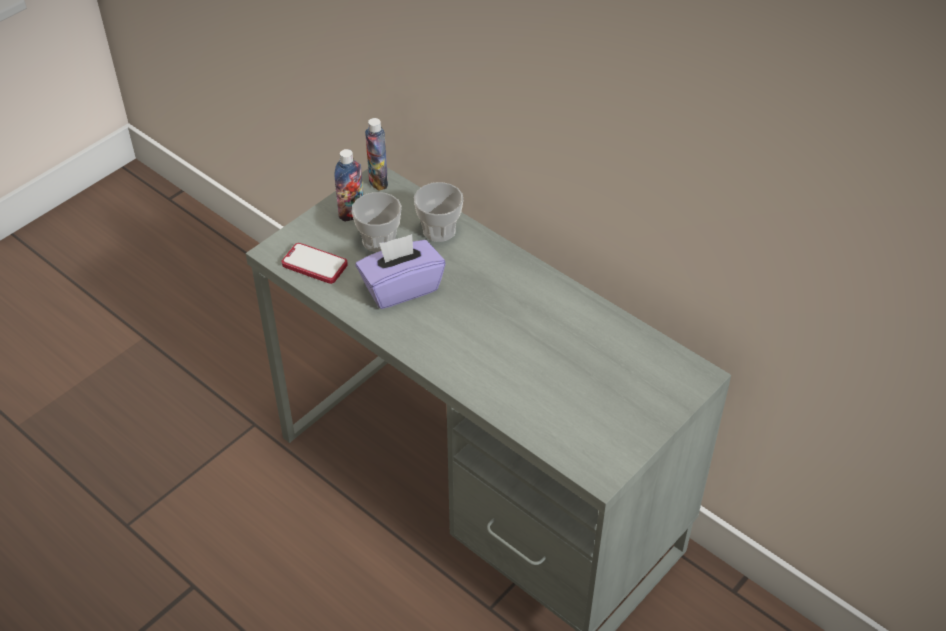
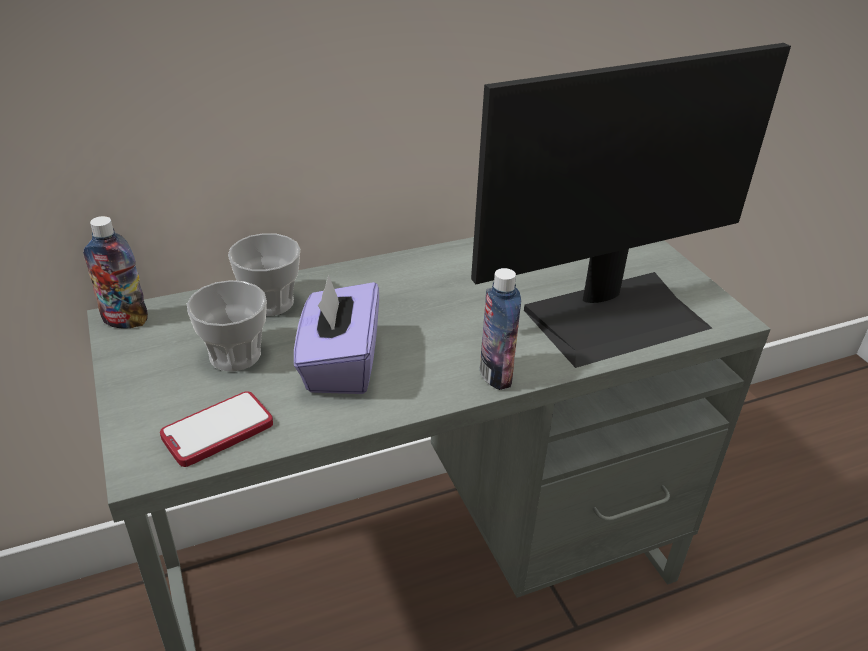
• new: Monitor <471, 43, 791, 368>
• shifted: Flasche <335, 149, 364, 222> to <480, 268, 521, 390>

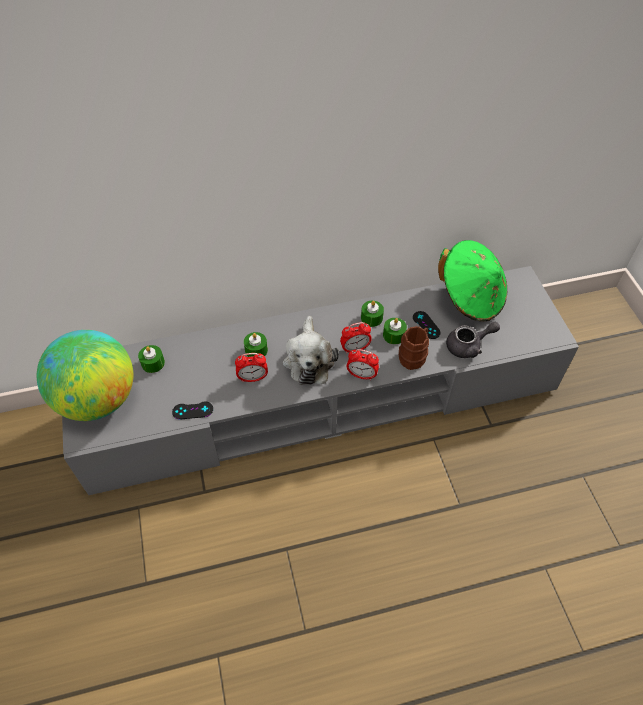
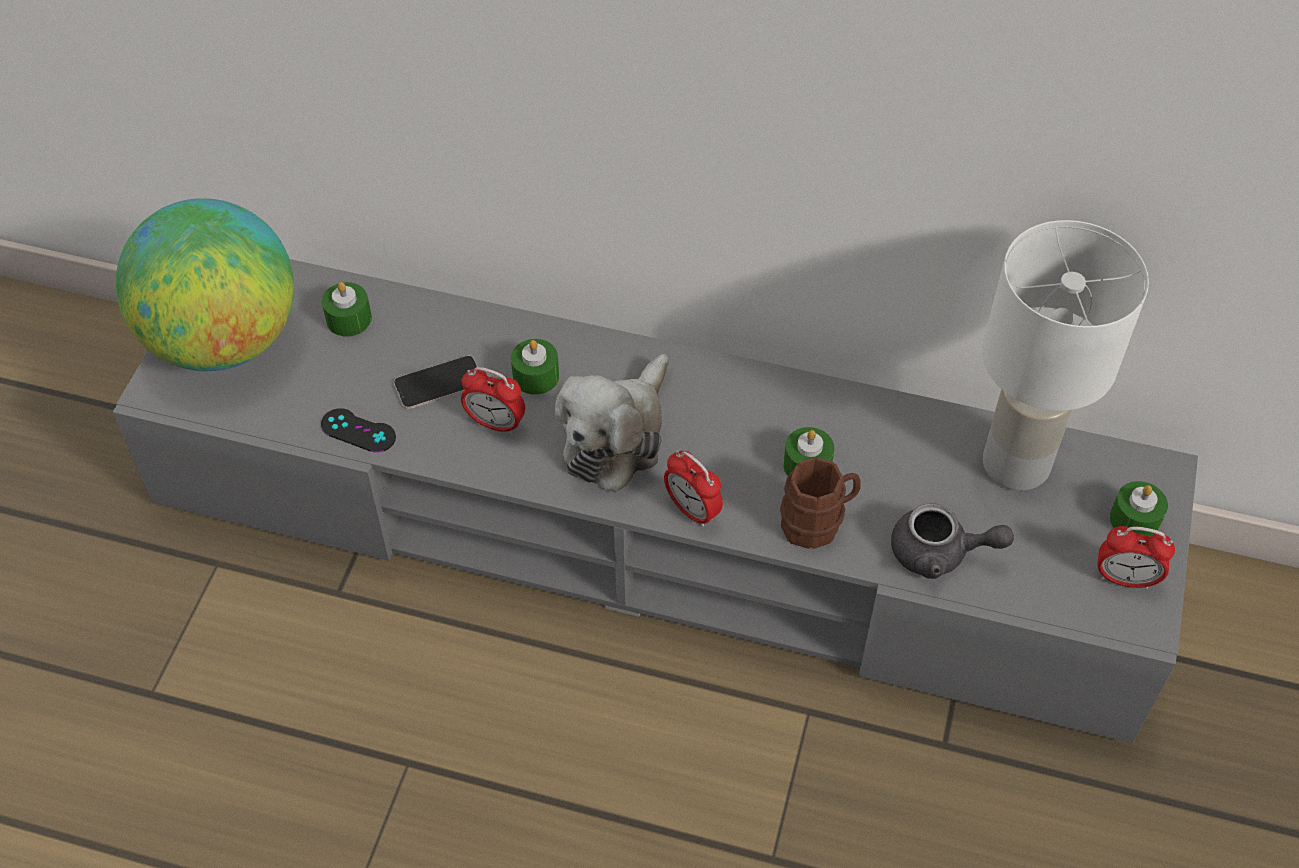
• new: Handy <394, 355, 478, 409>
• swapped: Hut/grün <438, 240, 507, 321> to Tischlampe/weiß <982, 220, 1149, 491>
• shifted: Wecker <340, 322, 372, 354> to <1097, 526, 1175, 589>
• shifted: Kerze/grün <361, 301, 384, 327> to <1110, 481, 1168, 537>
• gone: Gamepad/schwarz <413, 311, 441, 339>

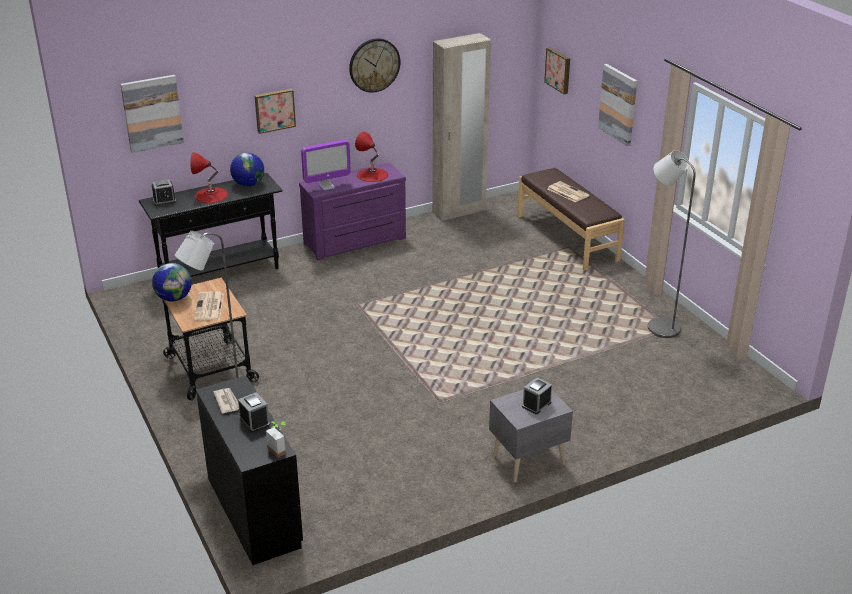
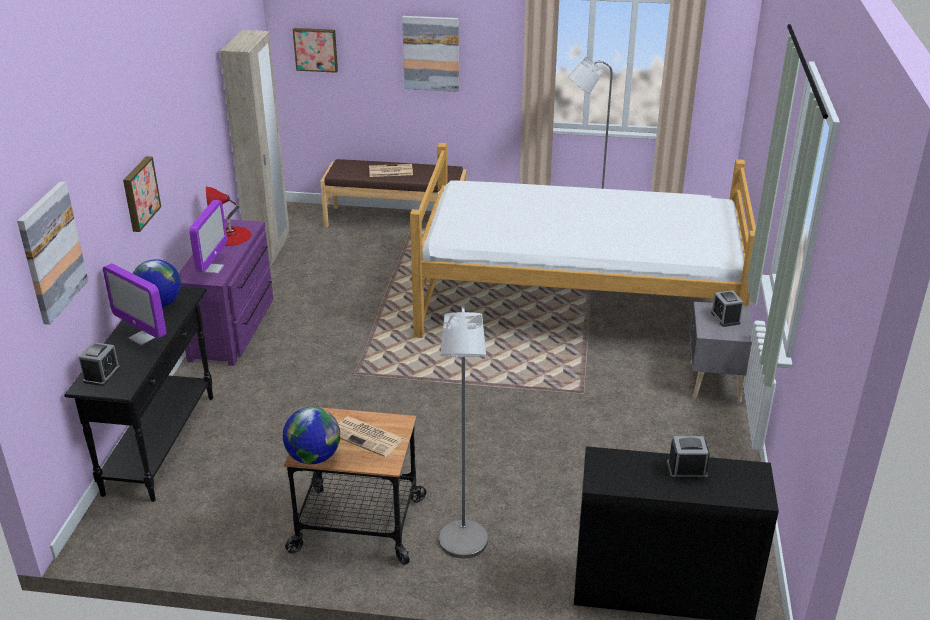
• swapped: Tischlampe/rot <190, 152, 228, 203> to Monitor <103, 263, 166, 345>
• new: Bett <410, 143, 756, 338>
• gone: Zeitung <213, 388, 239, 414>
• gone: Topfpflanze <266, 421, 286, 458>
• gone: Wanduhr <349, 38, 400, 93>

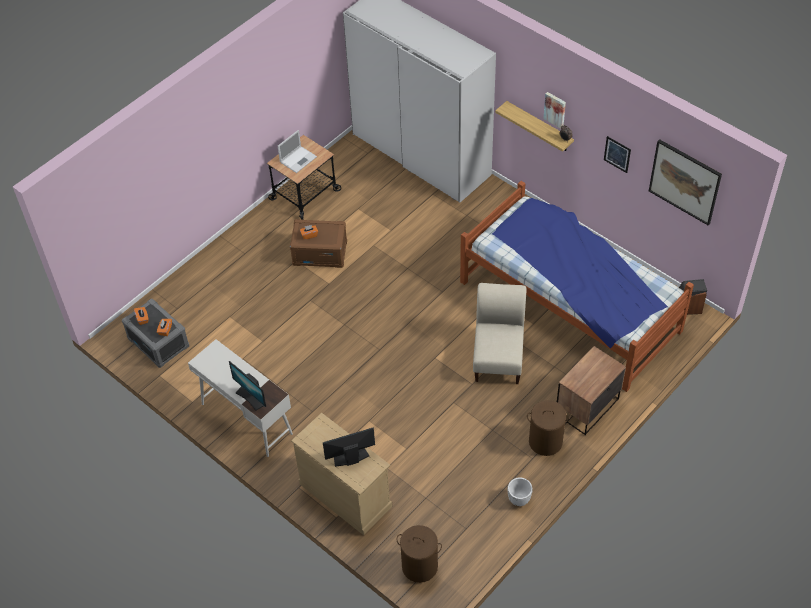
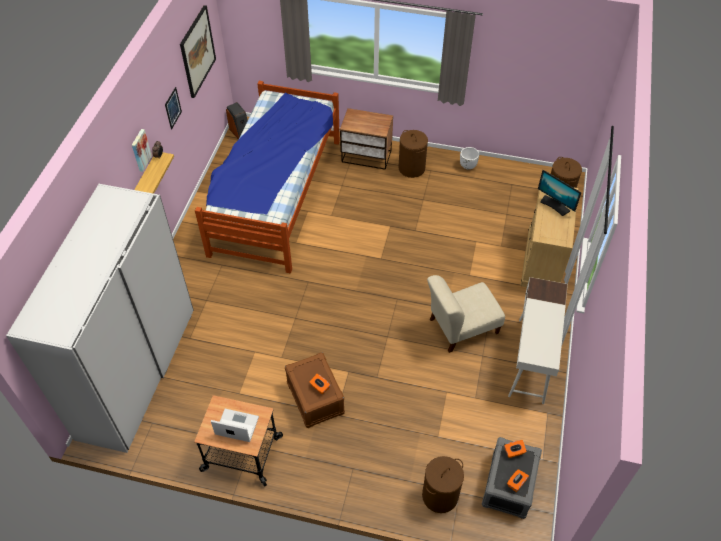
• new: Wäschekorb/braun <422, 456, 464, 513>
• shifted: Stuhl/beige <473, 283, 527, 384> to <427, 275, 505, 353>
• gone: Monitor <229, 361, 266, 411>

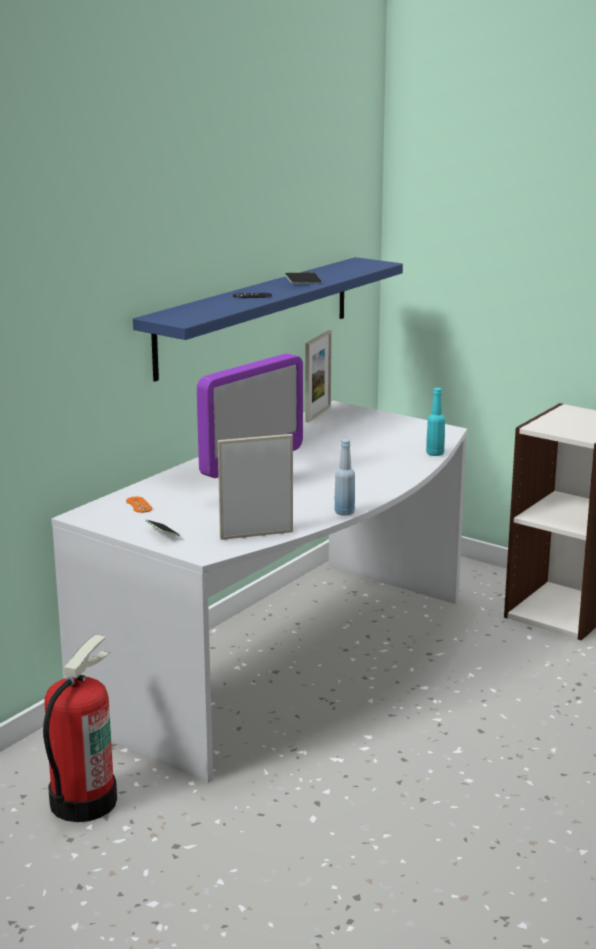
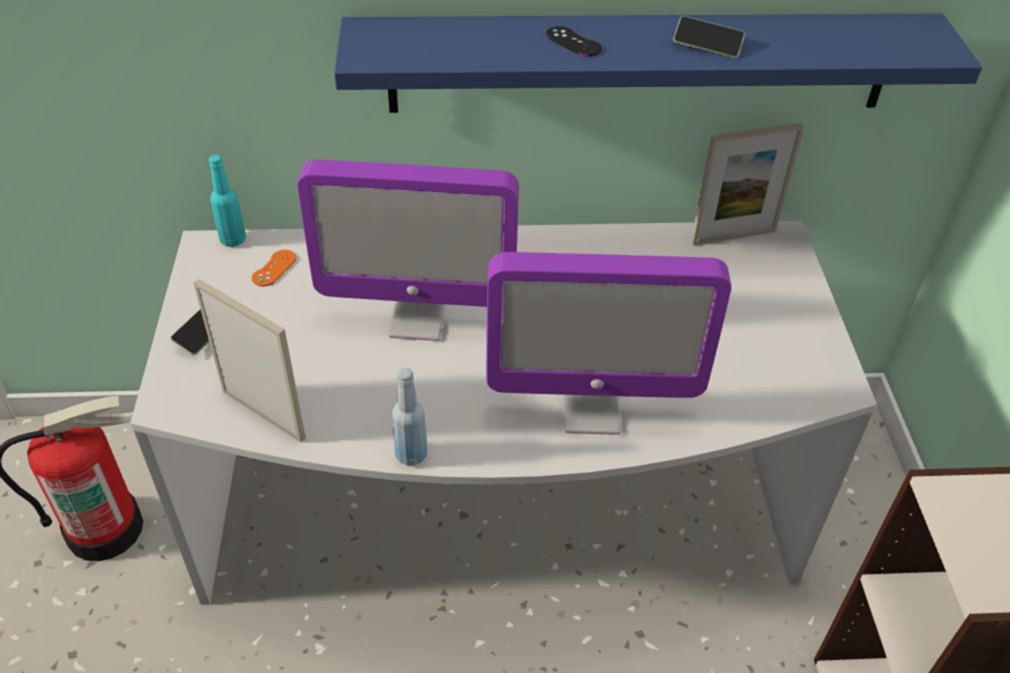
• shifted: Flasche/türkis <426, 388, 445, 456> to <209, 155, 246, 247>
• new: Monitor <486, 252, 732, 435>

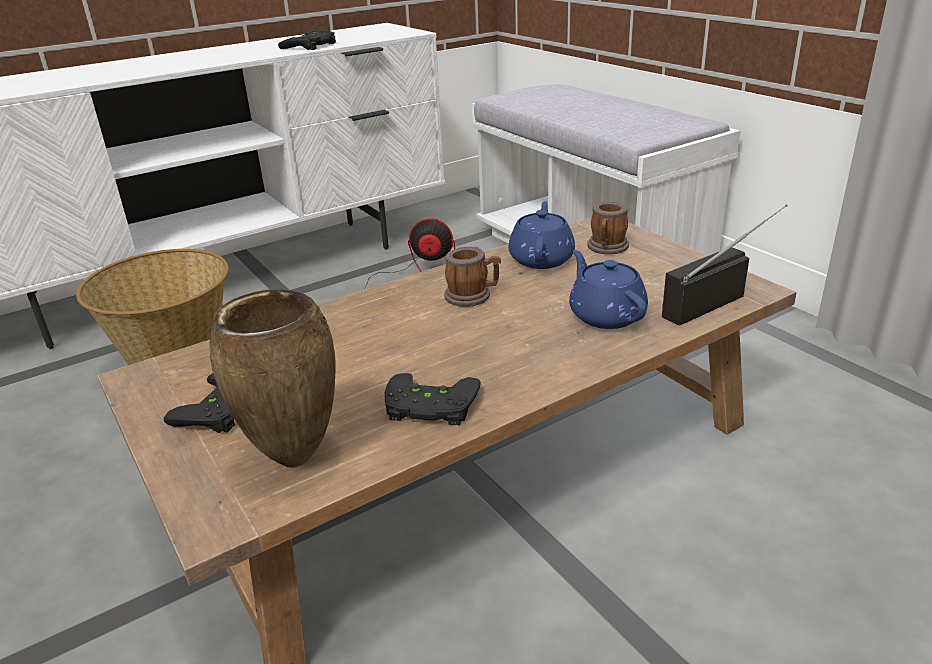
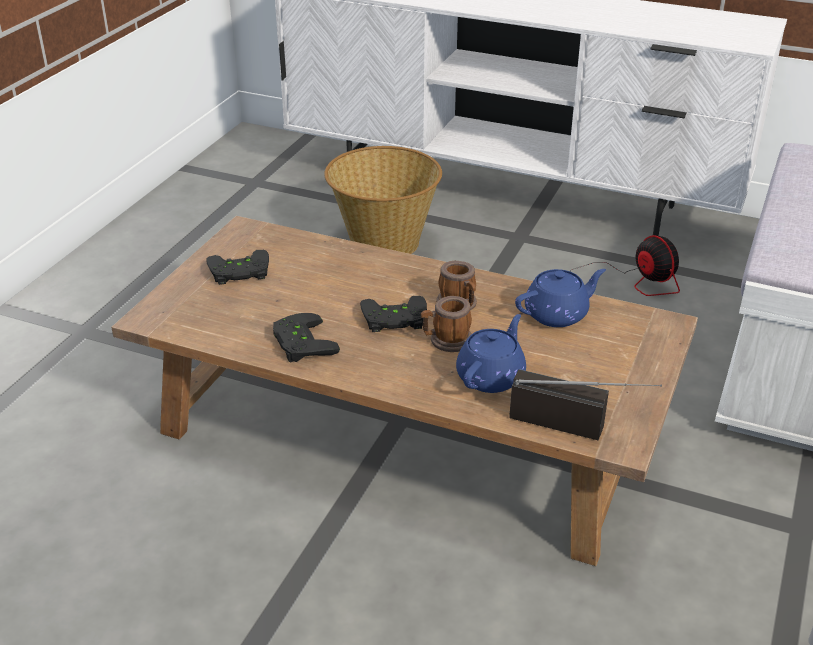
• shifted: Gamepad/schwarz <278, 30, 336, 50> to <360, 296, 427, 332>
• shifted: Henkelbecher <587, 201, 629, 254> to <421, 296, 472, 352>
• gone: Vase/braun <209, 290, 336, 468>

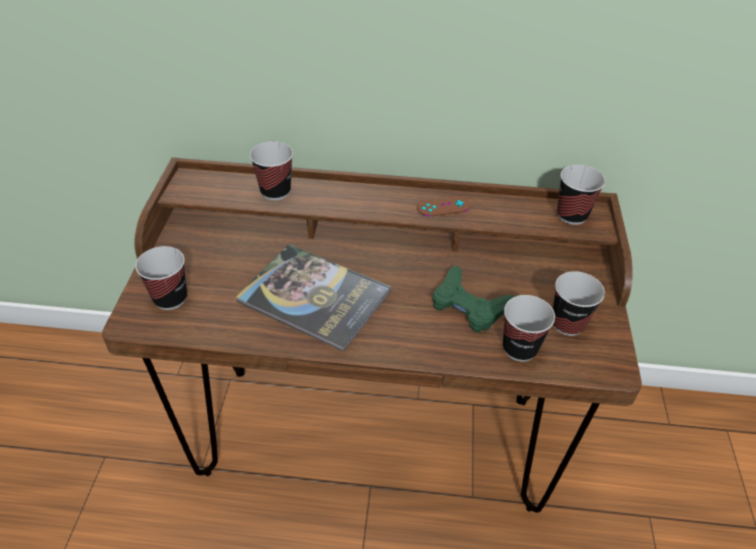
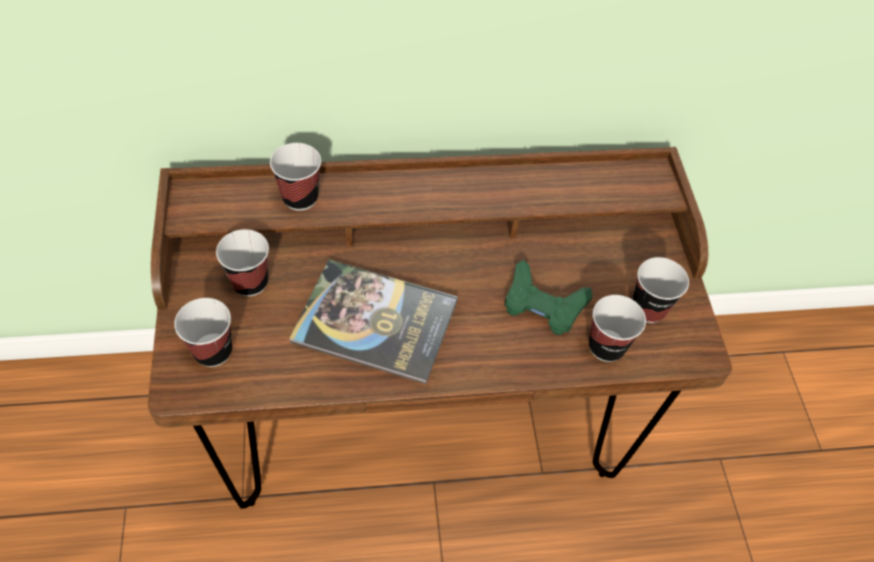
• shifted: Tasse <557, 165, 605, 225> to <216, 229, 269, 296>
• gone: Gamepad/braun <417, 196, 471, 217>

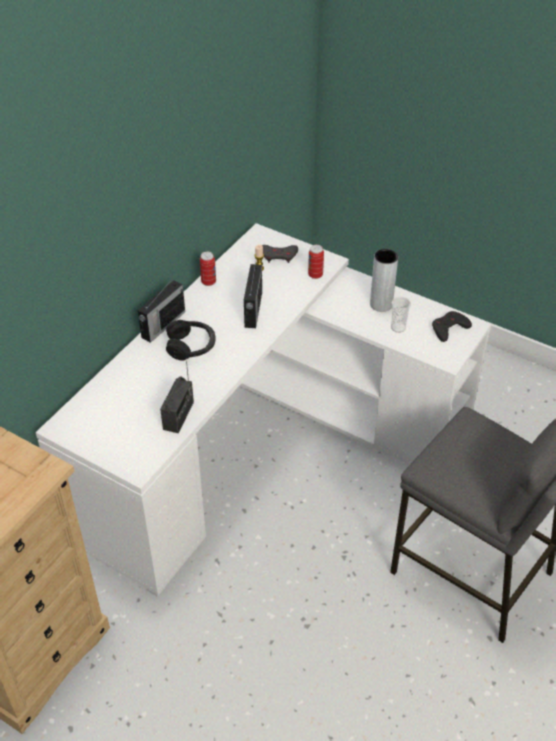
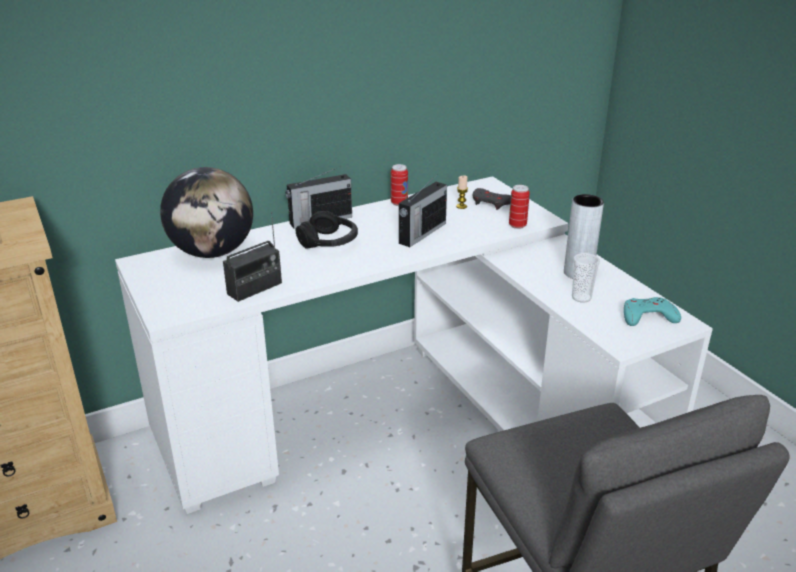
• new: Globus <160, 167, 253, 258>
• repainted: Gamepad/schwarz <432, 311, 472, 342> to Gamepad/türkis <624, 297, 681, 326>

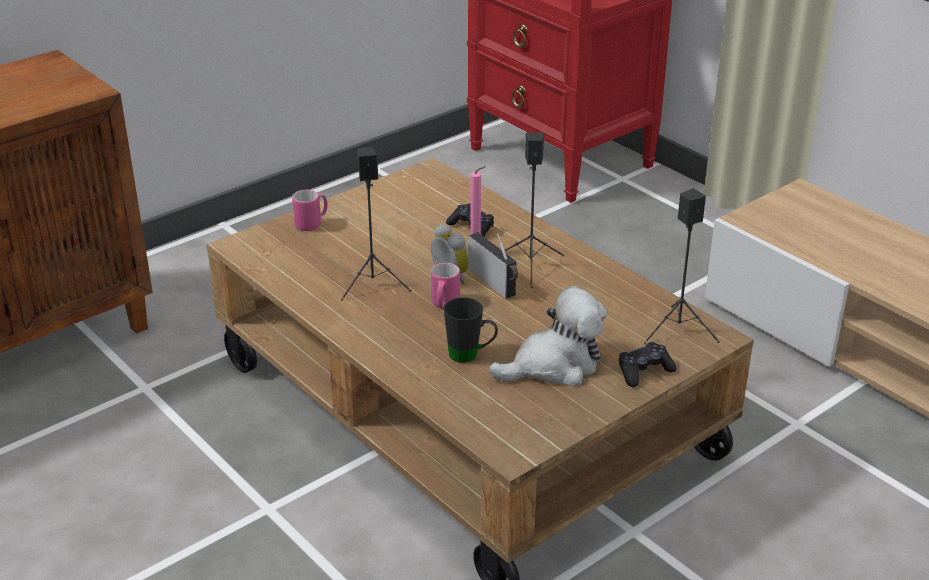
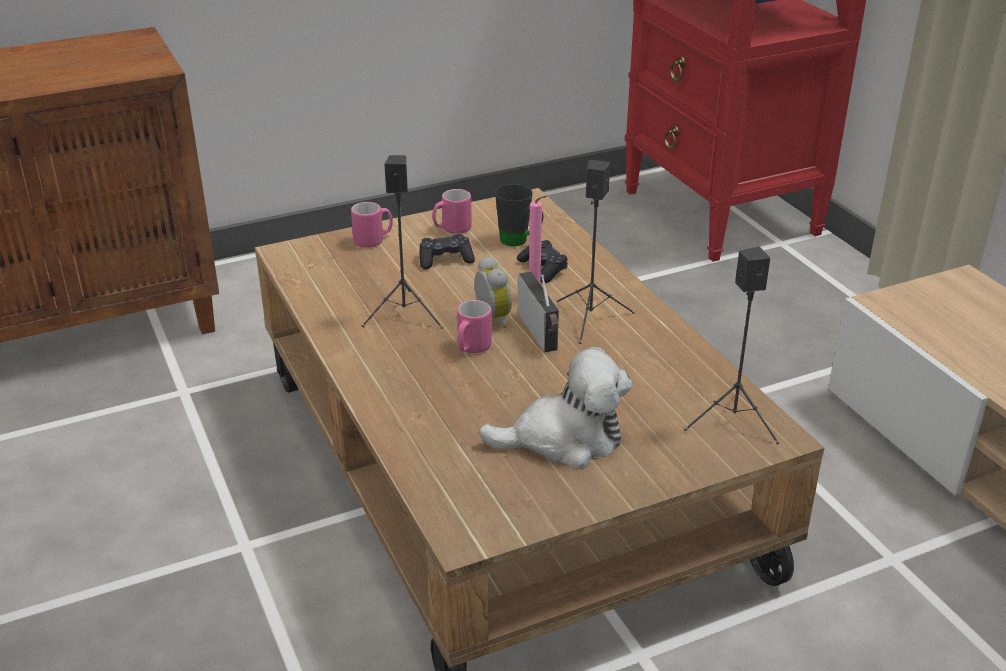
• shifted: Gamepad/schwarz <619, 342, 677, 387> to <419, 234, 475, 269>
• new: Henkelbecher/rosa <432, 189, 472, 234>
• shifted: Henkelbecher/schwarz <444, 297, 498, 363> to <495, 184, 543, 246>

